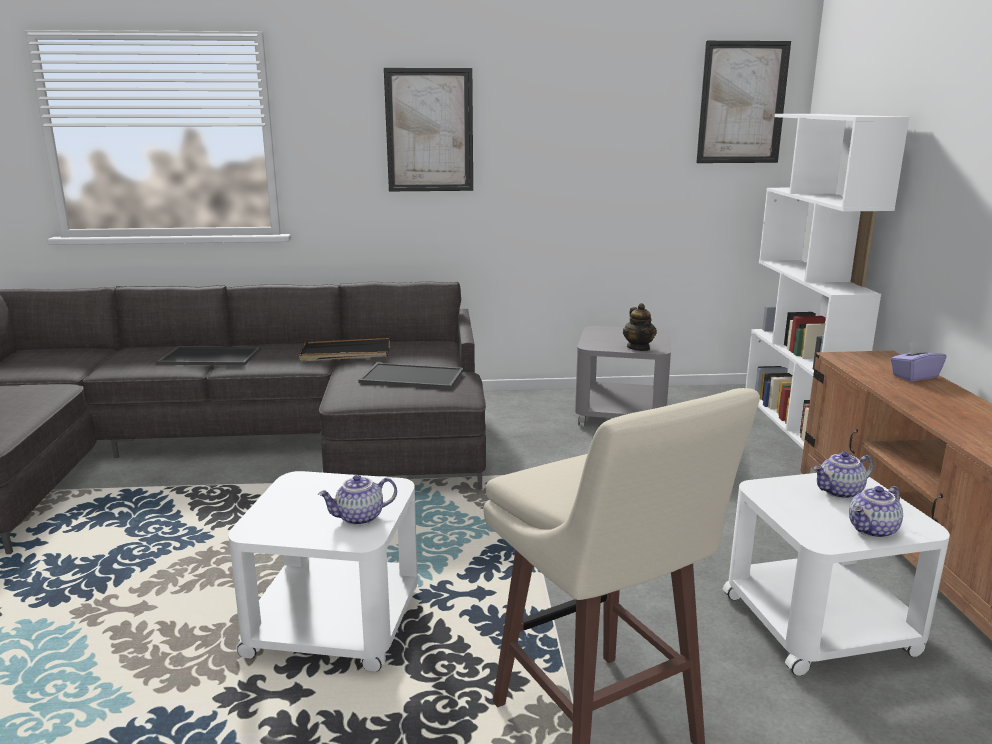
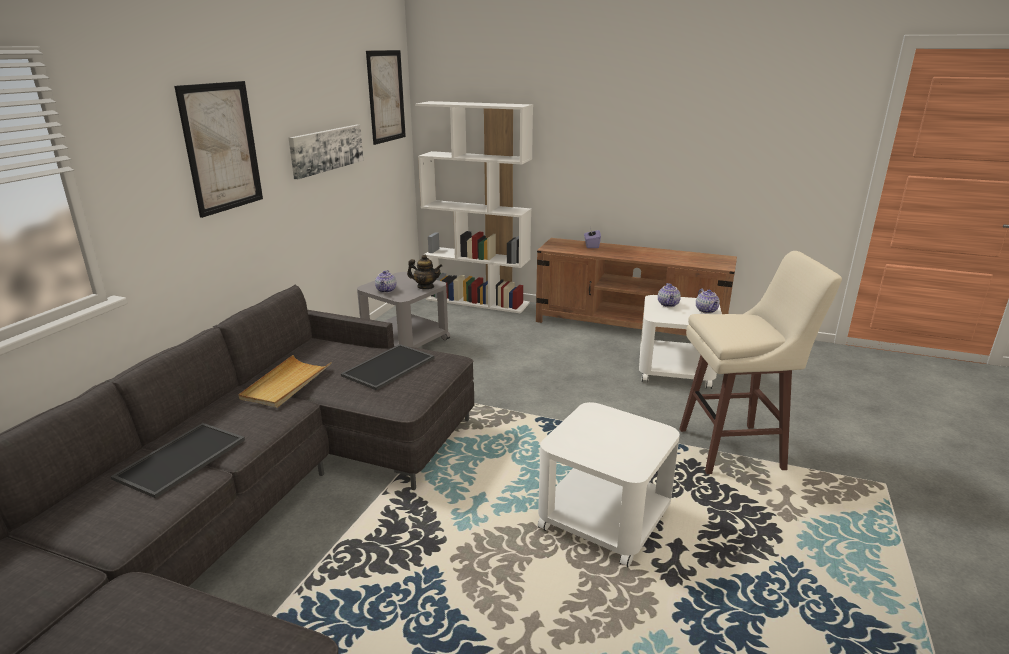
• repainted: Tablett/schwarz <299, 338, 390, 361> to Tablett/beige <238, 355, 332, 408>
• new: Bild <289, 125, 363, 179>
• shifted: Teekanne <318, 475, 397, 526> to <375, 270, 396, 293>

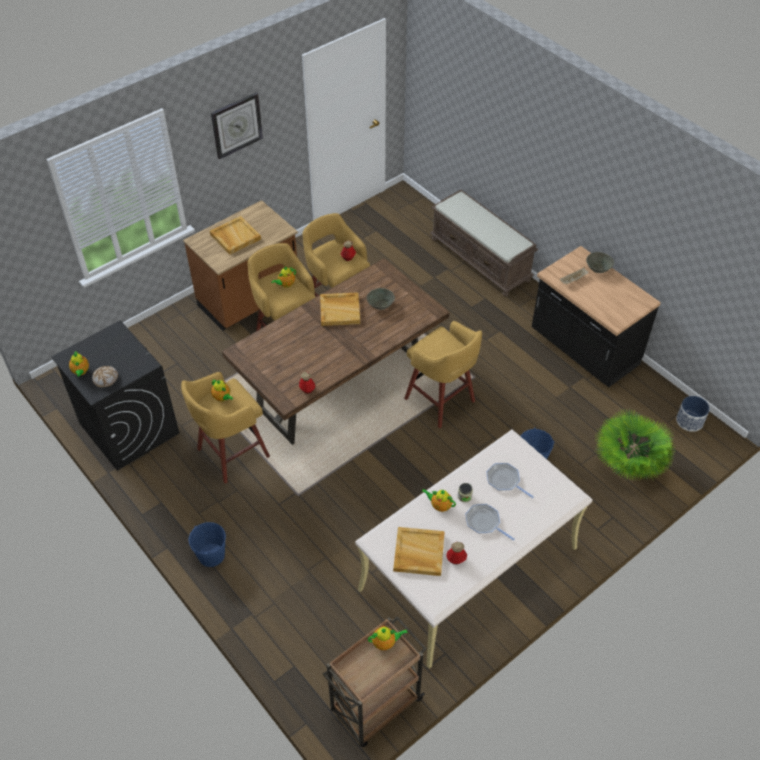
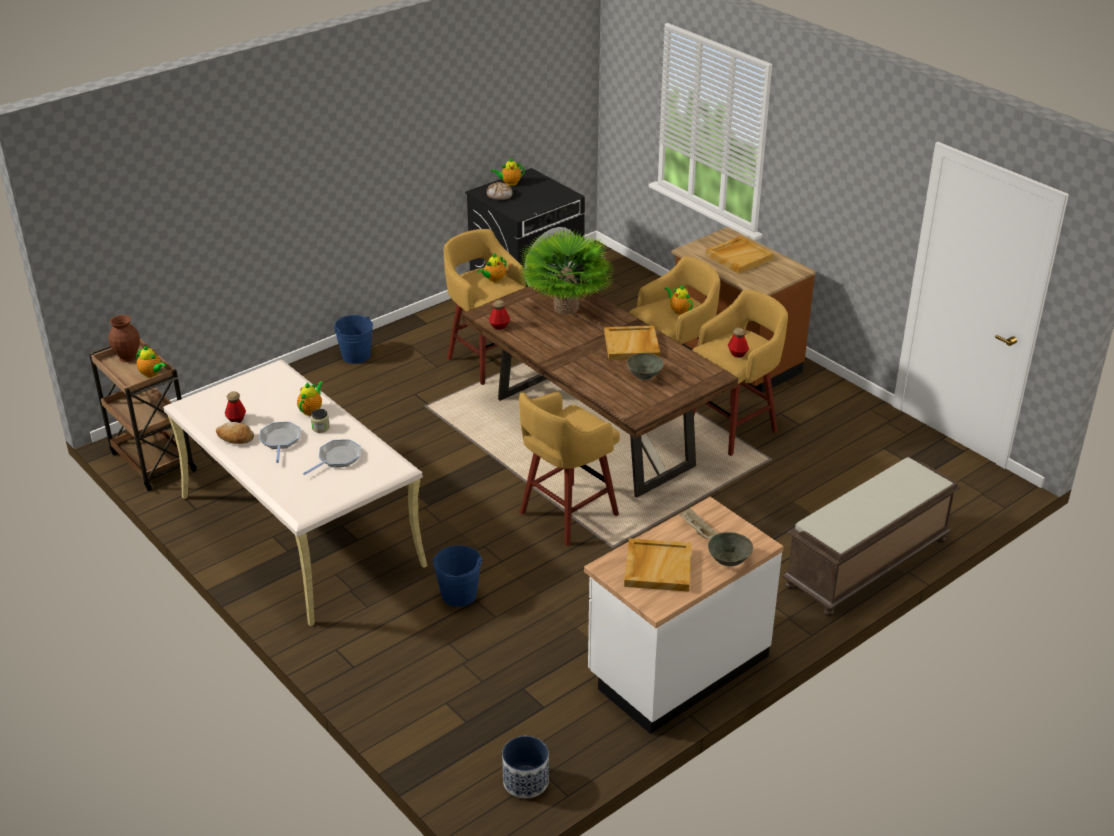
• new: Vase/braun <108, 315, 140, 362>
• rotated: Teekanne <368, 625, 408, 650> = <136, 345, 166, 377> 45 degrees counterclockwise
• new: Brot <216, 422, 254, 444>
• rotated: Pfanne <465, 504, 515, 541> = <259, 422, 300, 463> 45 degrees counterclockwise
• shifted: Topfpflanze <594, 409, 675, 479> to <520, 229, 613, 315>
• repainted: Küchenzeile/schwarz <532, 246, 661, 387> to Küchenzeile/weiß <584, 497, 784, 734>
• shifted: Tablett/beige <393, 527, 445, 576> to <624, 538, 692, 592>
• gone: Wanduhr <211, 93, 263, 159>

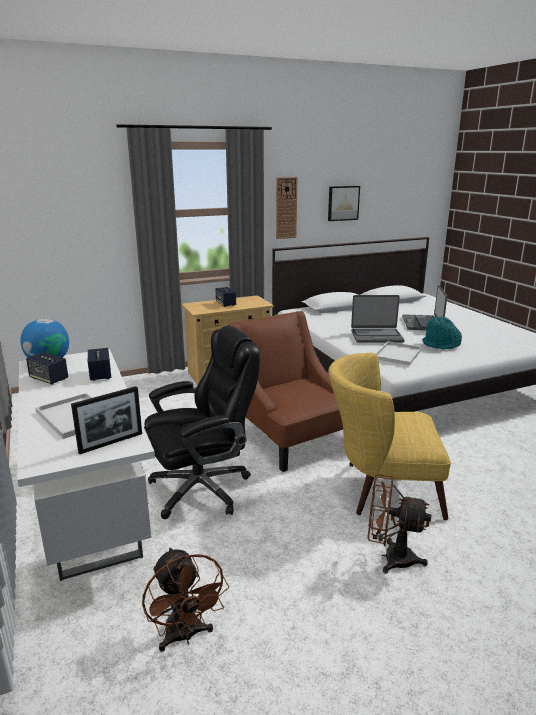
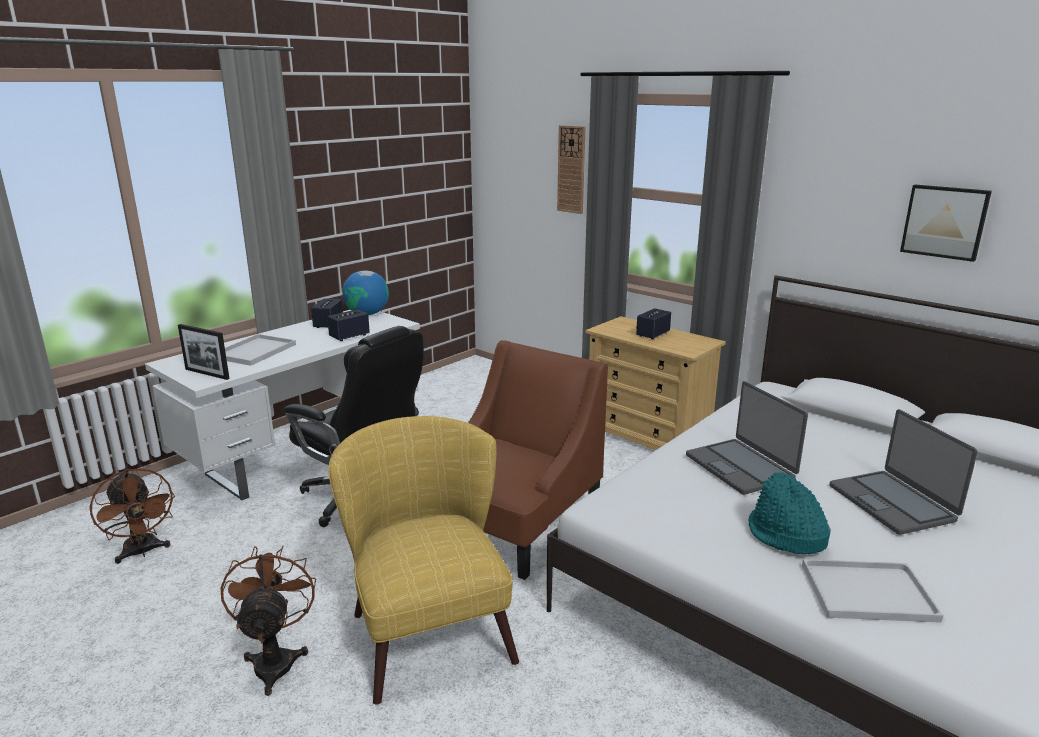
• rotated: Ventilator/braun <142, 547, 229, 652> = <90, 468, 175, 564> 75 degrees counterclockwise
• shifted: Wanduhr <276, 177, 298, 239> to <557, 125, 586, 214>
• shifted: Tablett/weiß <376, 341, 422, 366> to <802, 559, 943, 623>
• rotated: Laptop <402, 285, 447, 330> = <829, 409, 978, 535> 90 degrees counterclockwise

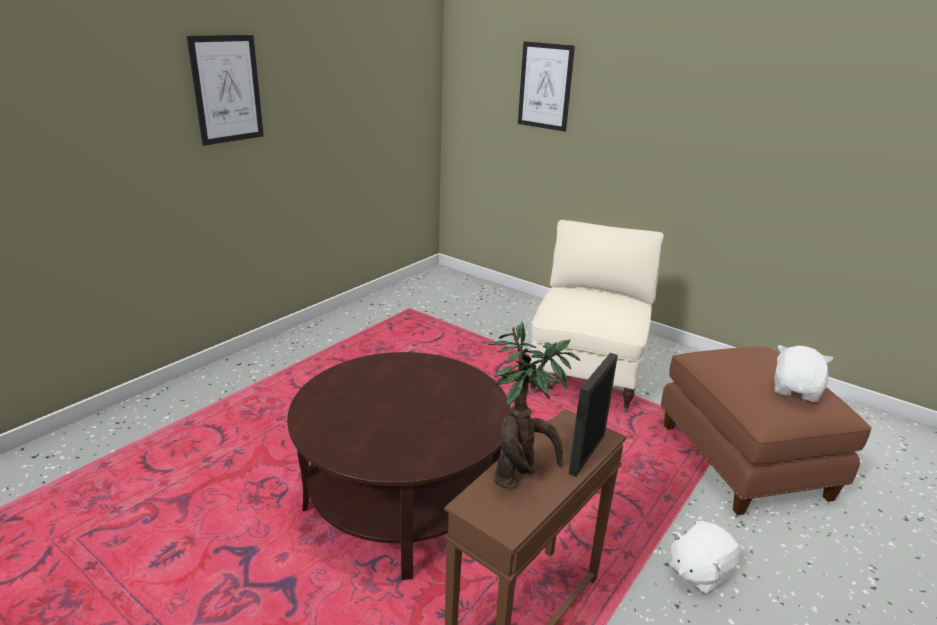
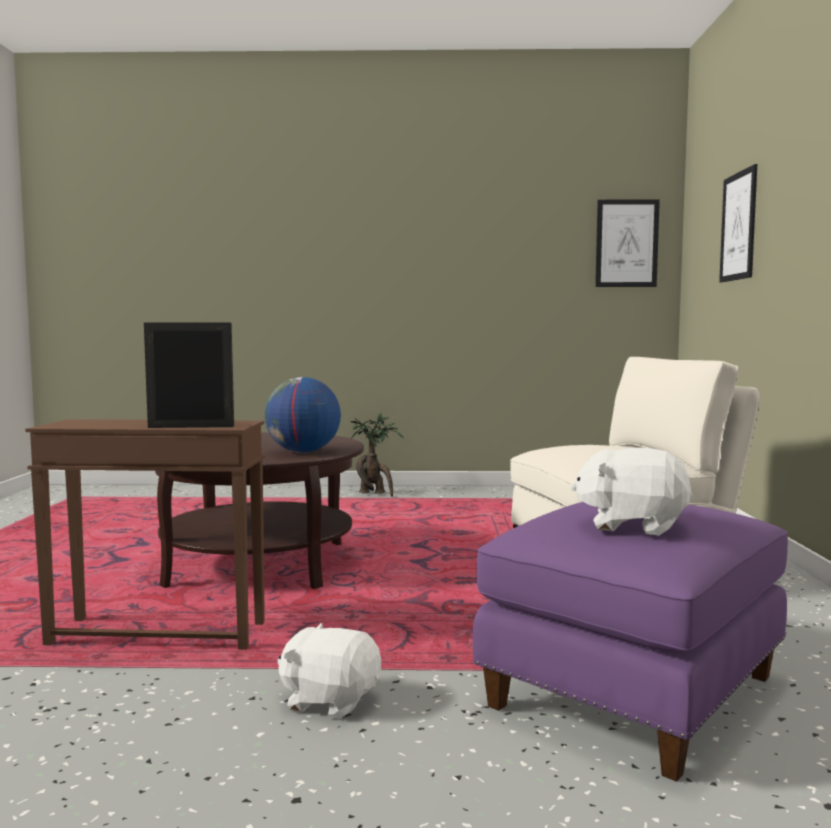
• new: Globus <265, 377, 341, 453>
• shifted: Topfpflanze <488, 321, 581, 488> to <350, 412, 404, 497>
• repainted: Polsterhocker/braun <661, 347, 872, 515> to Polsterhocker/lila <473, 502, 788, 782>
• rotated: Plüschtier/weiß <774, 345, 833, 402> = <570, 448, 693, 535> 150 degrees counterclockwise
• shifted: Bild <187, 35, 264, 146> to <595, 199, 660, 287>

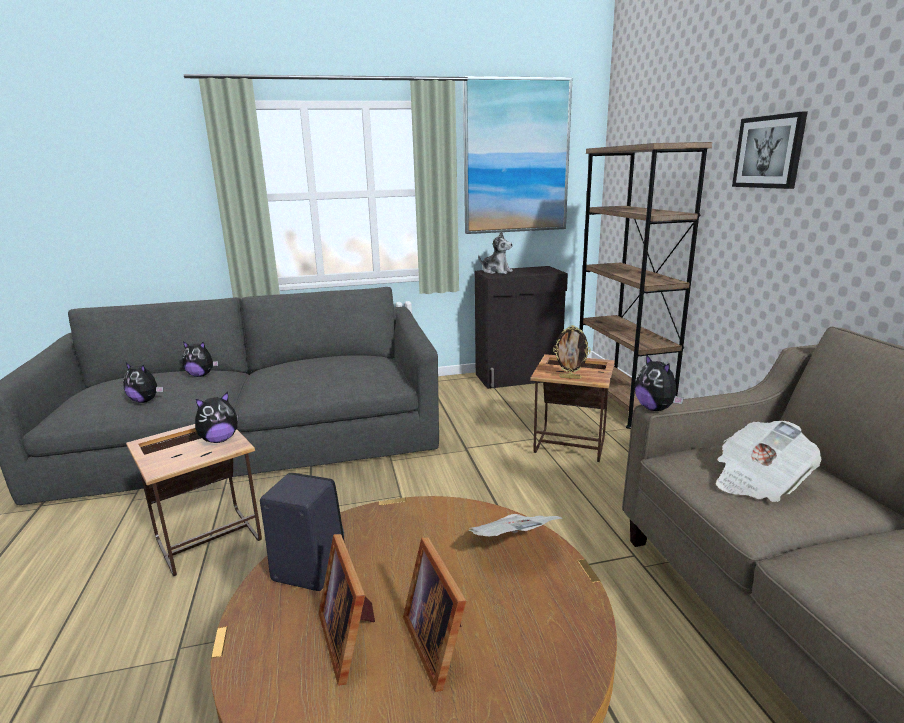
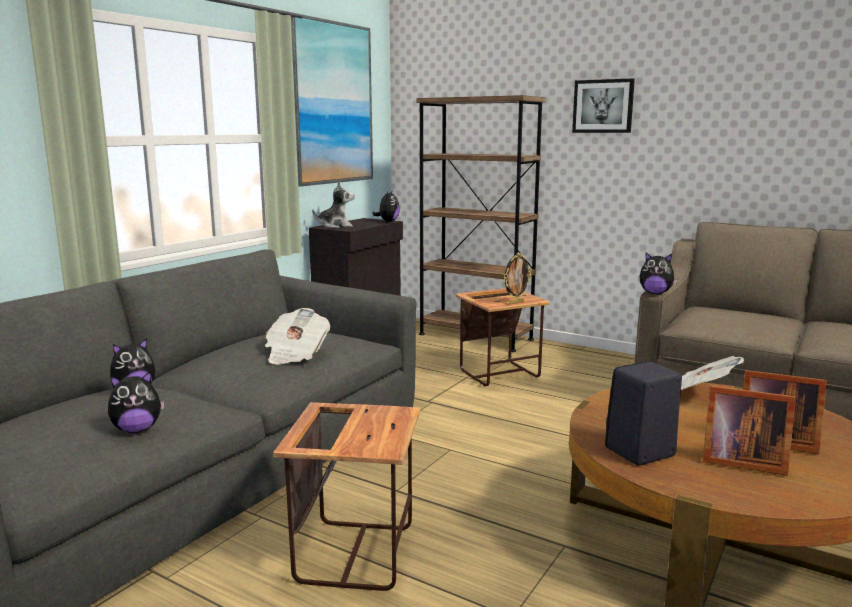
• shifted: Zeitung <716, 421, 822, 502> to <265, 308, 331, 365>
• shifted: Plüschtier <195, 392, 238, 443> to <372, 191, 400, 222>

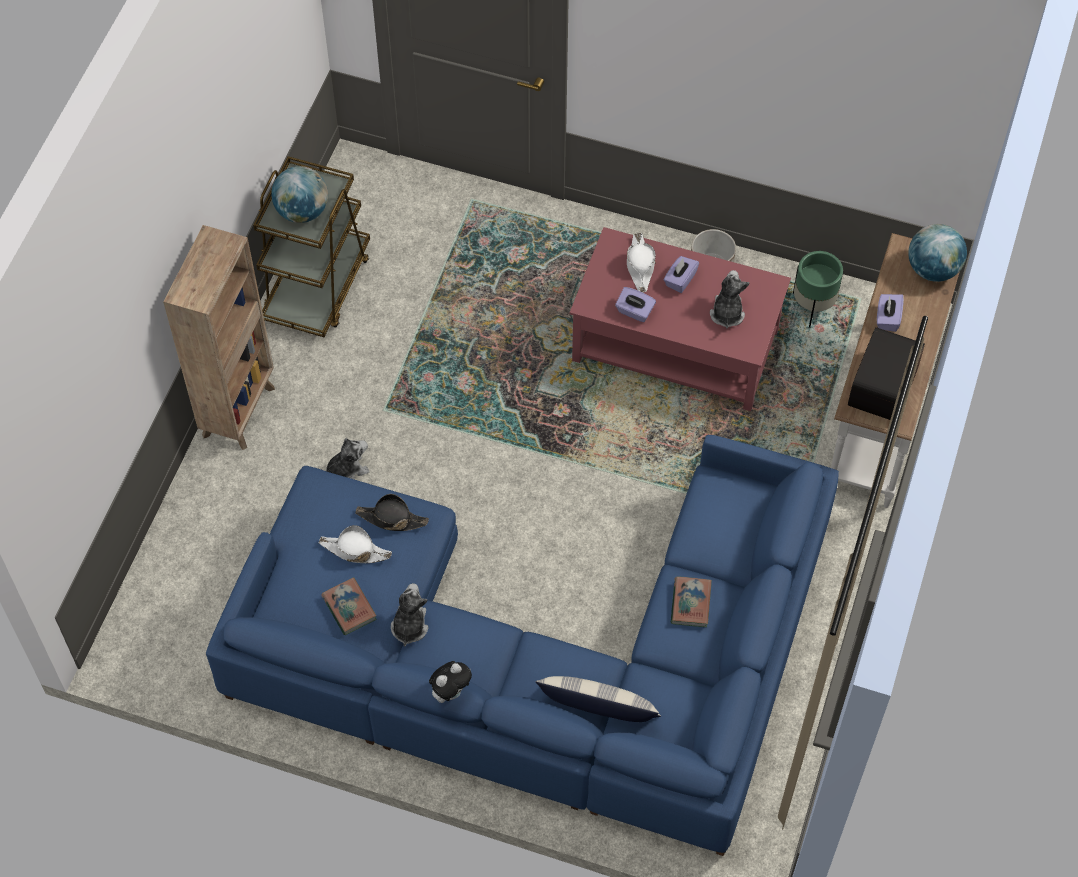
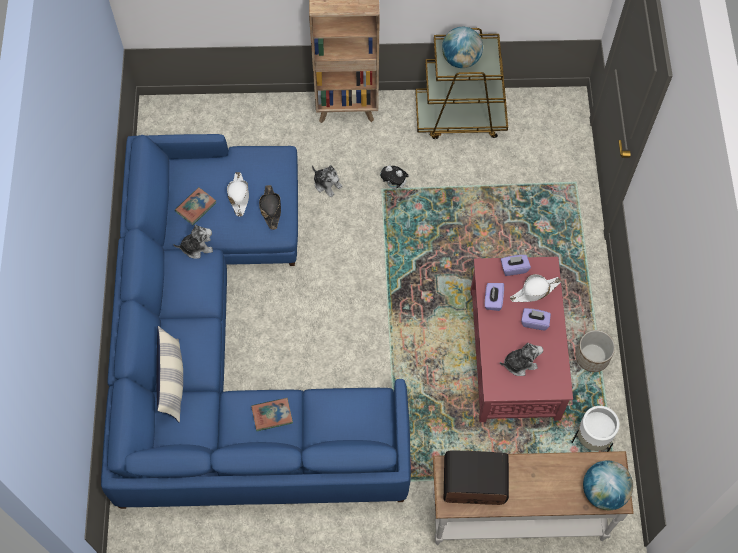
• shifted: Plüschtier <429, 661, 472, 703> to <380, 166, 409, 189>
• shifted: Taschentuchbox/lila <877, 294, 904, 332> to <501, 255, 531, 276>
• repainted: Pflanzkübel/grün <793, 251, 843, 328> to Pflanzkübel/weiß <572, 406, 619, 452>

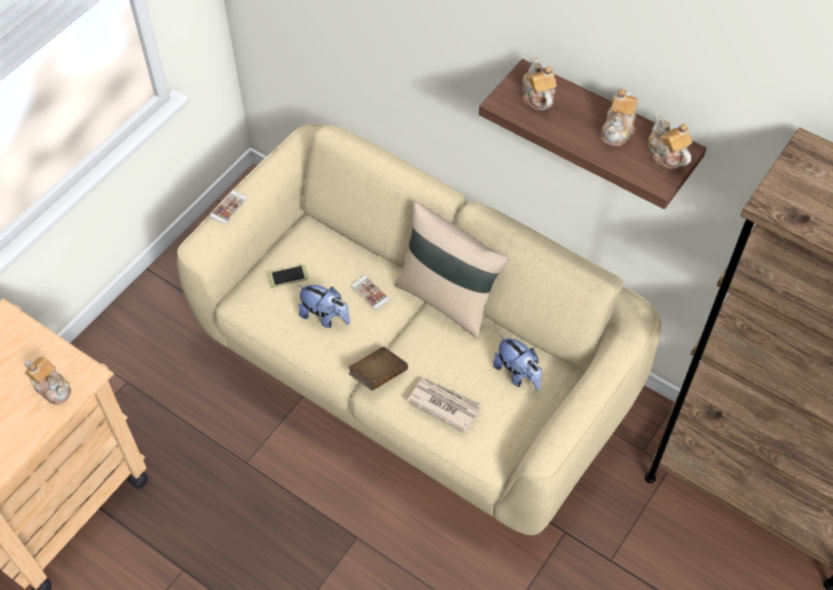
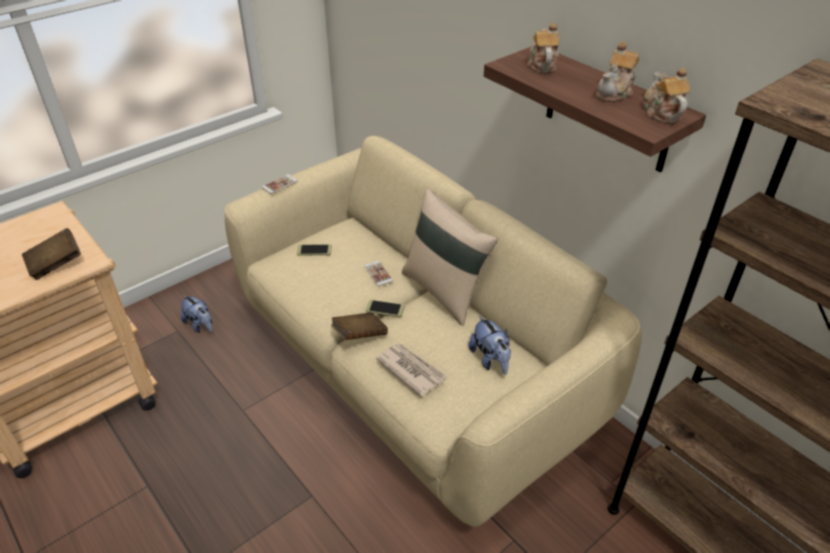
• swapped: Teekanne <24, 357, 71, 405> to Buch/braun <22, 228, 81, 280>
• shifted: Plüschtier <298, 285, 350, 328> to <181, 295, 212, 333>
• new: Handy <366, 300, 405, 317>

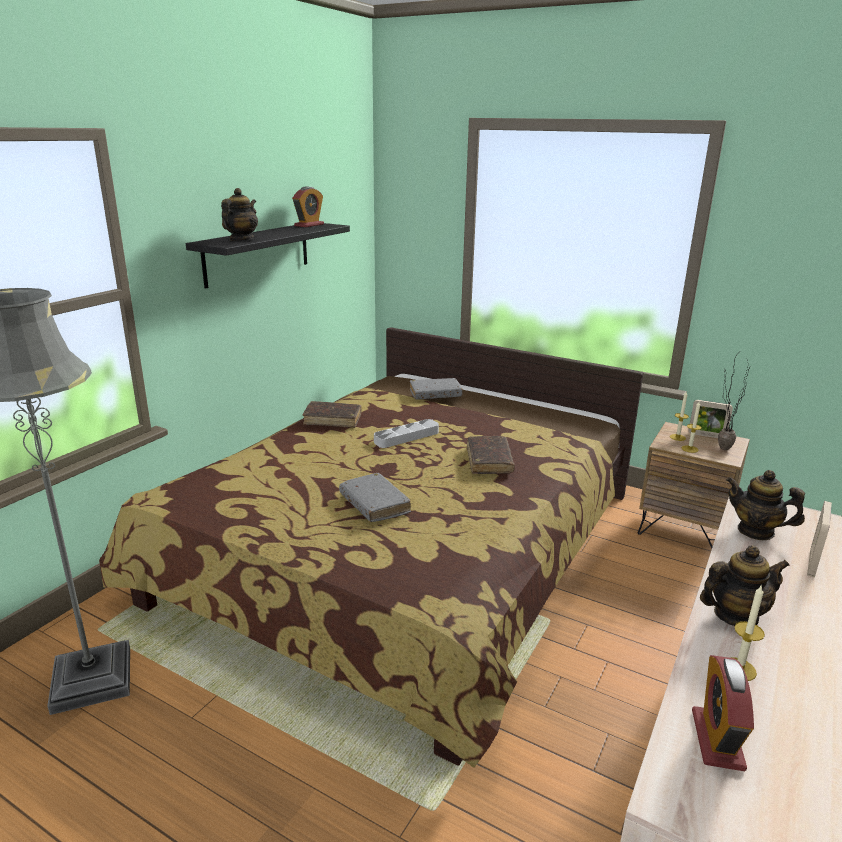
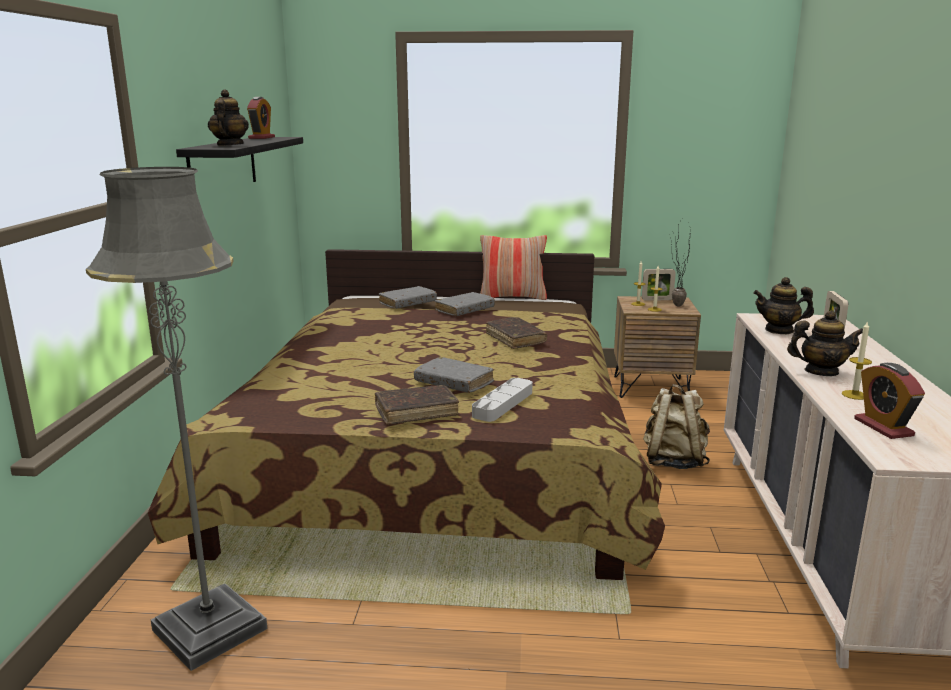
• shifted: Buch/braun <303, 401, 362, 428> to <375, 385, 459, 425>
• new: Buch/grau <435, 292, 495, 316>
• shifted: Tablett/grau <374, 419, 439, 448> to <472, 378, 533, 422>
• new: Kissen <480, 235, 547, 300>
• new: Rucksack/beige <643, 384, 710, 469>
• rotated: Teekanne <700, 545, 790, 626> = <787, 311, 863, 376> 45 degrees clockwise

